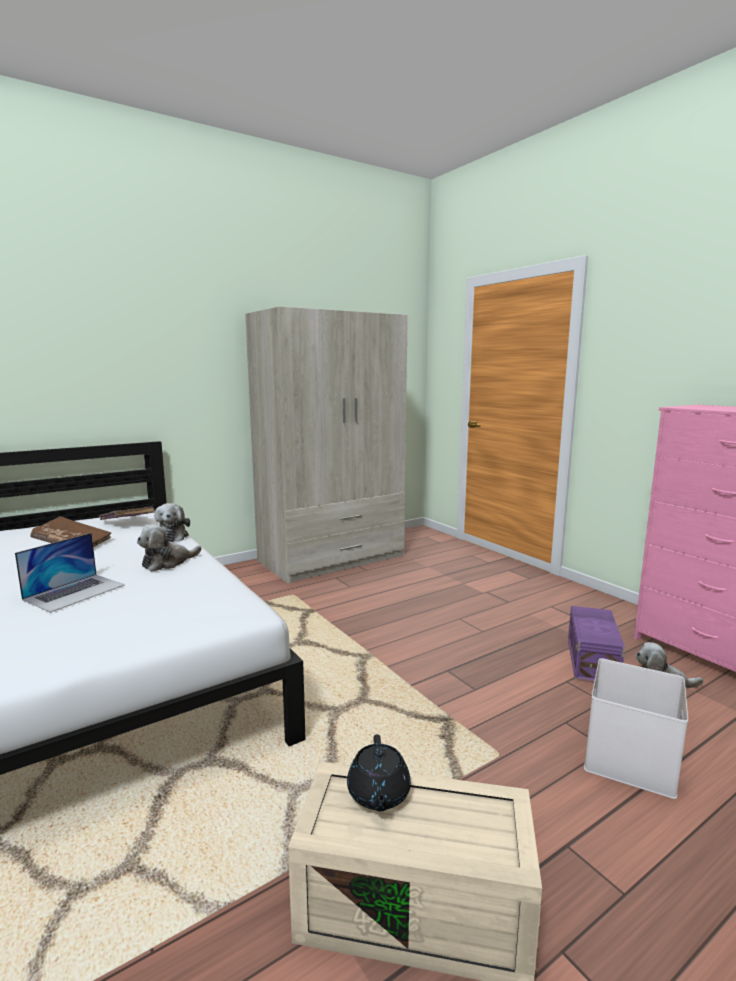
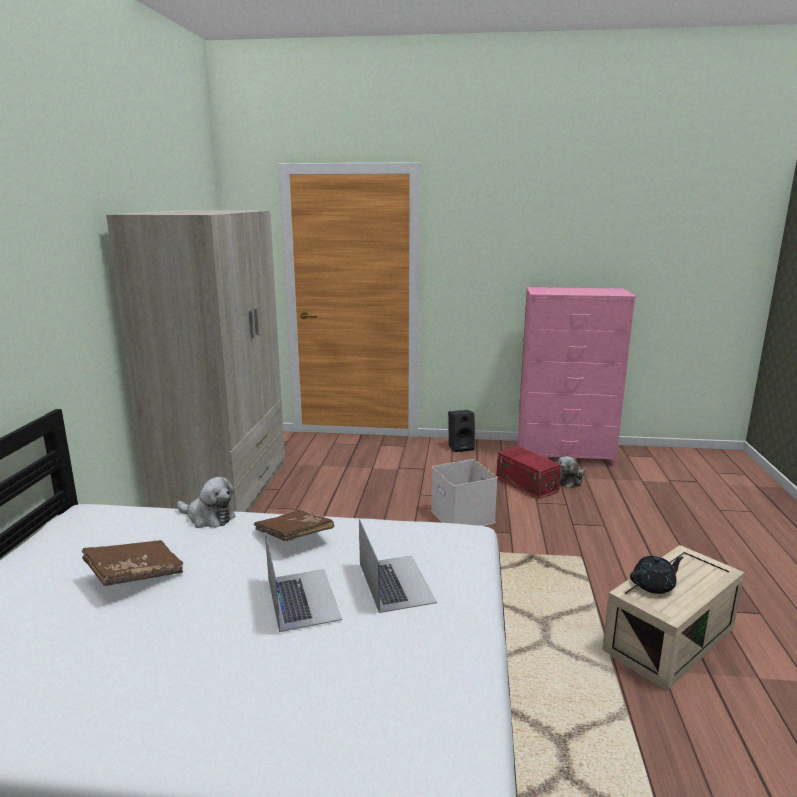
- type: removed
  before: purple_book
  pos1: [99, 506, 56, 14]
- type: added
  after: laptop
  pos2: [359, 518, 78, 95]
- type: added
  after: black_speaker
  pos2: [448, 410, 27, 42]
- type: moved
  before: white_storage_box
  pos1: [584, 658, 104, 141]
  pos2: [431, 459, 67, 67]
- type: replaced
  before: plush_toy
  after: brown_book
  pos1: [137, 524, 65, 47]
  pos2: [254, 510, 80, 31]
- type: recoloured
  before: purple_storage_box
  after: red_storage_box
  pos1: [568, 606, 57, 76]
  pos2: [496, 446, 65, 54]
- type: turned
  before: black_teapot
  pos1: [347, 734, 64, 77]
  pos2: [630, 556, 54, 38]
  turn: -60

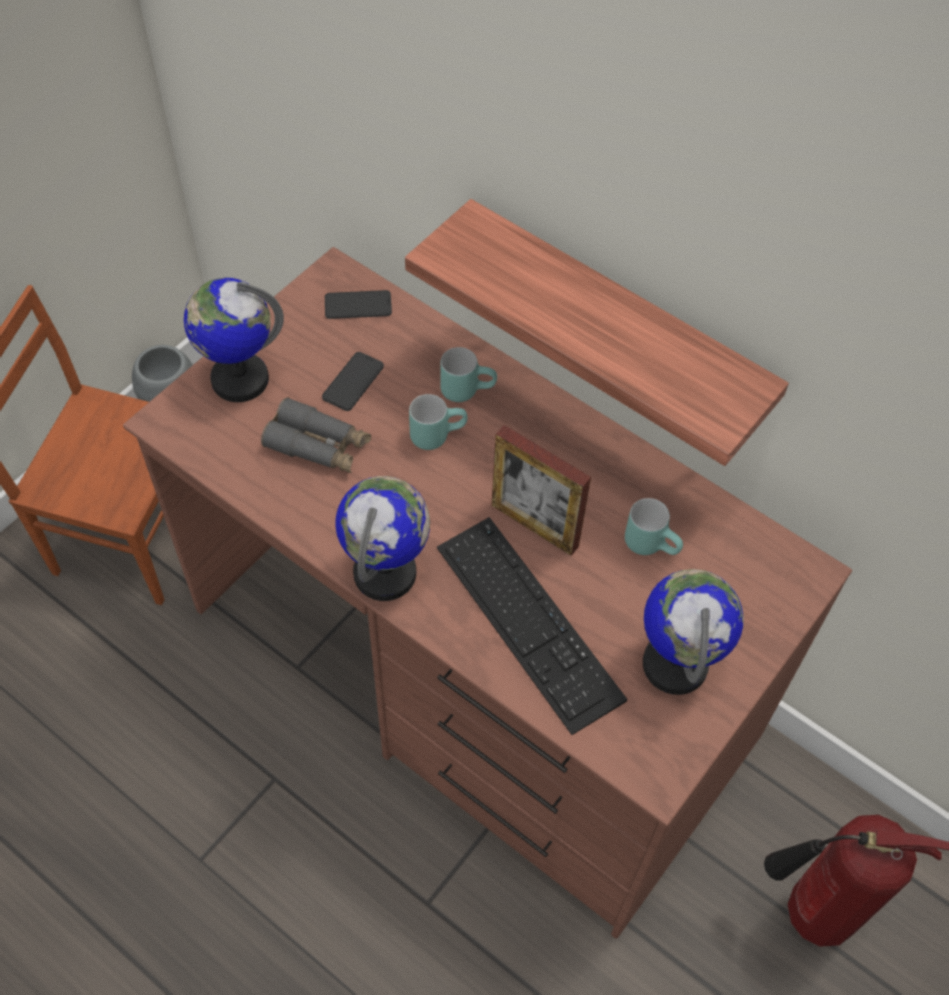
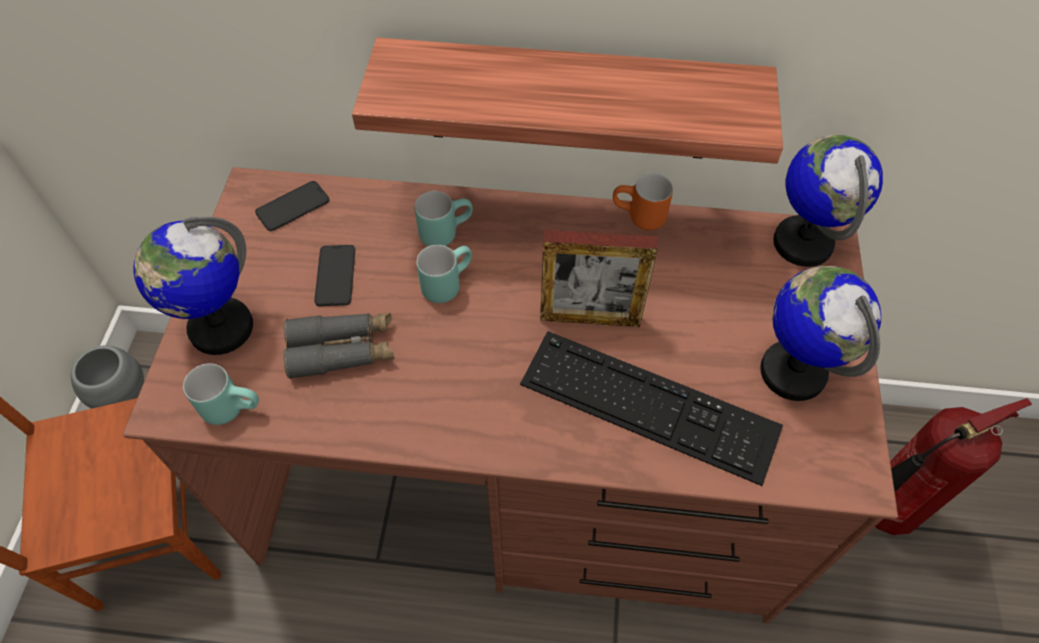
- type: added
  after: orange_mug
  pos2: [613, 174, 60, 56]
- type: moved
  before: globe
  pos1: [335, 476, 95, 125]
  pos2: [773, 135, 110, 132]
- type: moved
  before: turquoise_mug
  pos1: [625, 498, 58, 57]
  pos2: [183, 363, 76, 62]

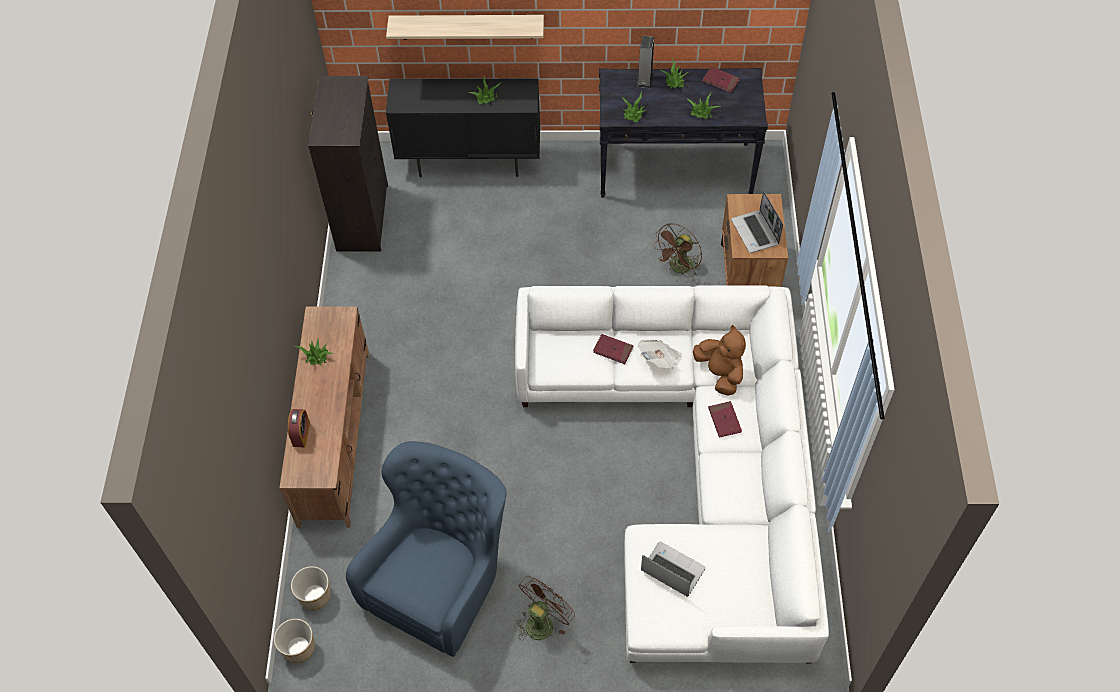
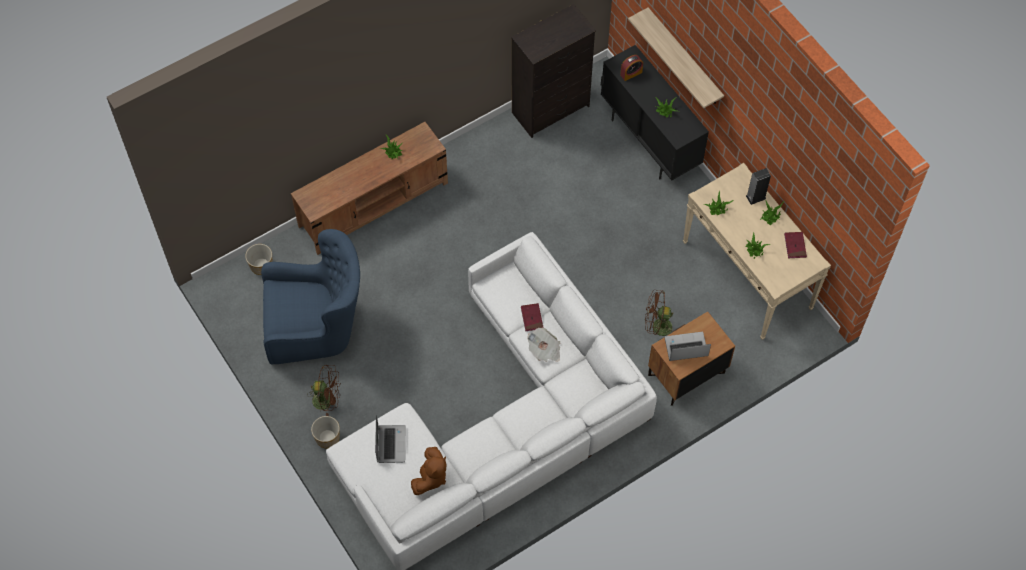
- type: removed
  before: red_book
  pos1: [708, 401, 34, 37]
- type: moved
  before: planter
  pos1: [274, 619, 41, 44]
  pos2: [311, 416, 29, 32]
- type: moved
  before: alarm_clock
  pos1: [288, 409, 22, 38]
  pos2: [620, 55, 23, 26]
- type: moved
  before: brown_plush_toy
  pos1: [693, 325, 53, 71]
  pos2: [411, 447, 36, 48]
- type: recoloured
  before: black_console_table
  after: beige_console_table
  pos1: [599, 68, 169, 129]
  pos2: [683, 163, 148, 177]
- type: turned
  before: laptop
  pos1: [731, 191, 52, 62]
  pos2: [665, 332, 46, 29]
  turn: 45

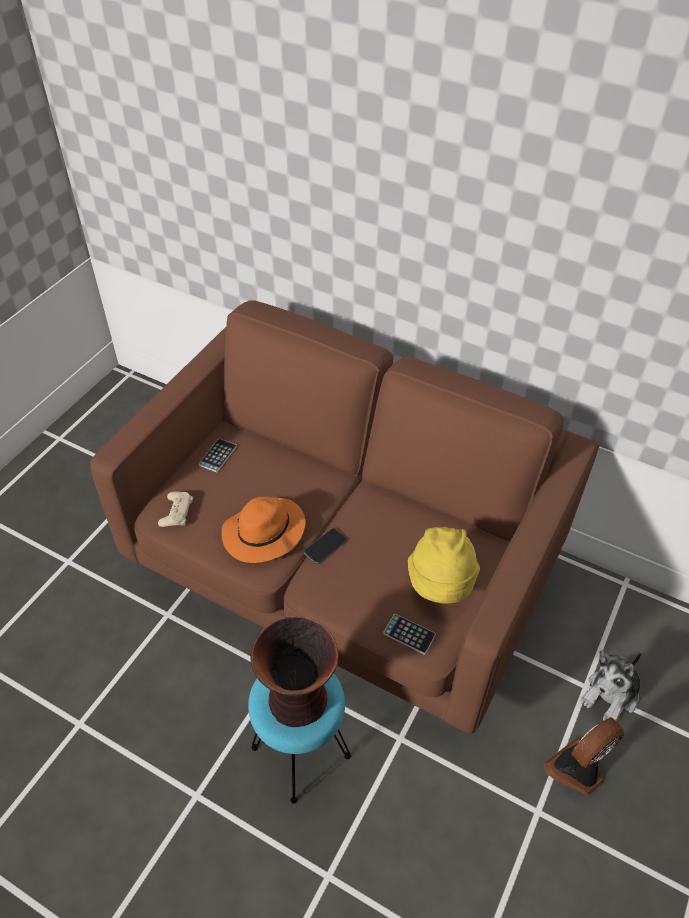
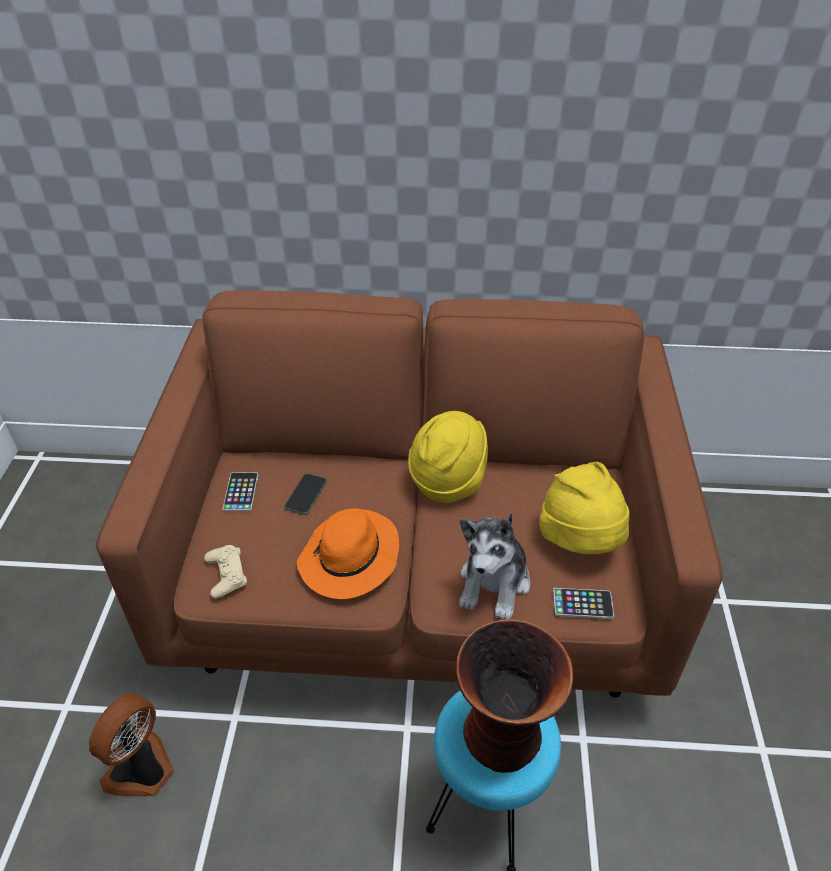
- type: added
  after: yellow_hat
  pos2: [408, 411, 80, 92]
- type: moved
  before: phone
  pos1: [303, 528, 44, 36]
  pos2: [284, 473, 43, 42]
- type: moved
  before: fan
  pos1: [544, 717, 80, 78]
  pos2: [89, 693, 85, 103]
- type: moved
  before: plush_toy
  pos1: [580, 650, 62, 72]
  pos2: [459, 512, 71, 108]

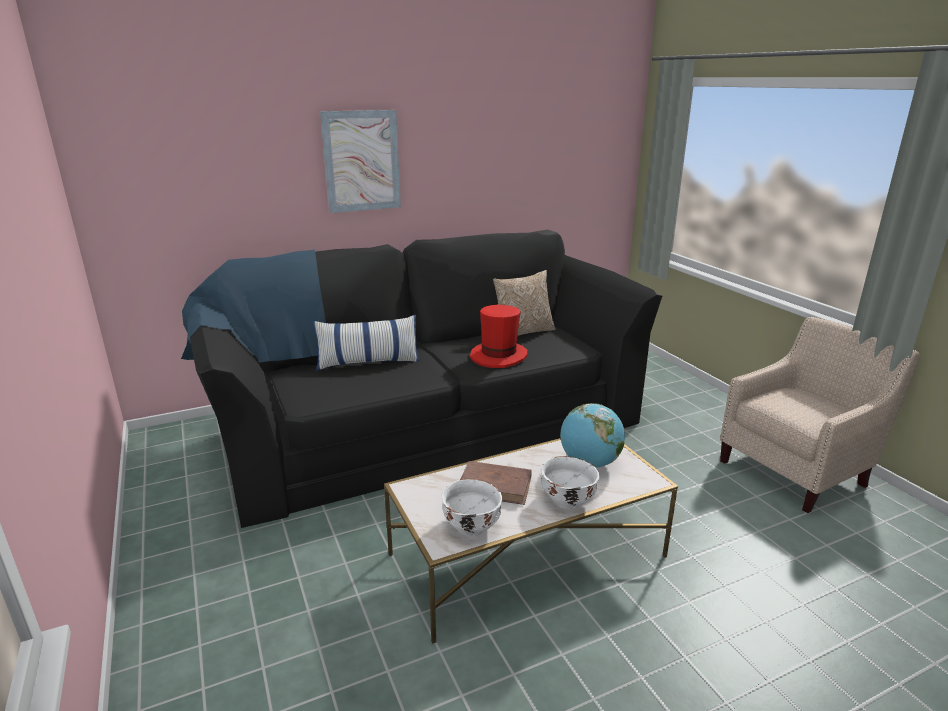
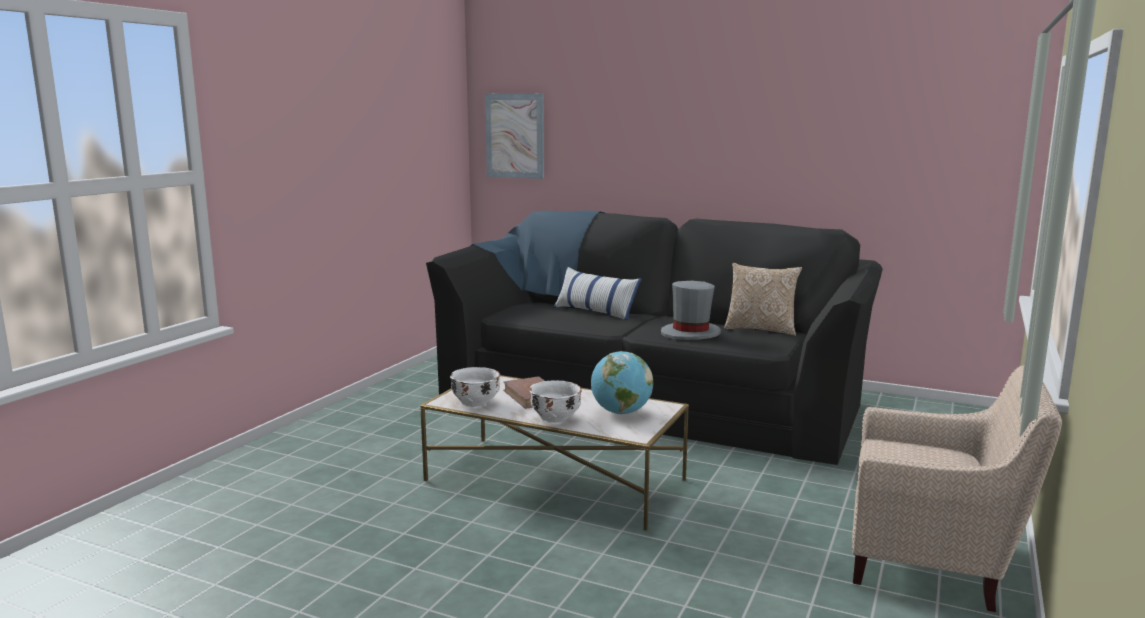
- type: moved
  before: picture
  pos1: [320, 110, 81, 103]
  pos2: [485, 94, 59, 85]
- type: recoloured
  before: red_hat
  after: grey_hat
  pos1: [470, 304, 57, 64]
  pos2: [661, 281, 60, 59]

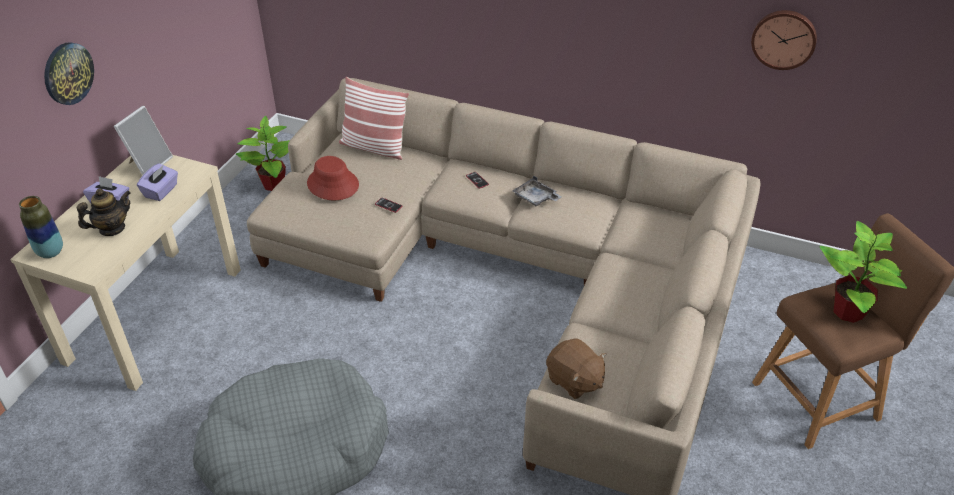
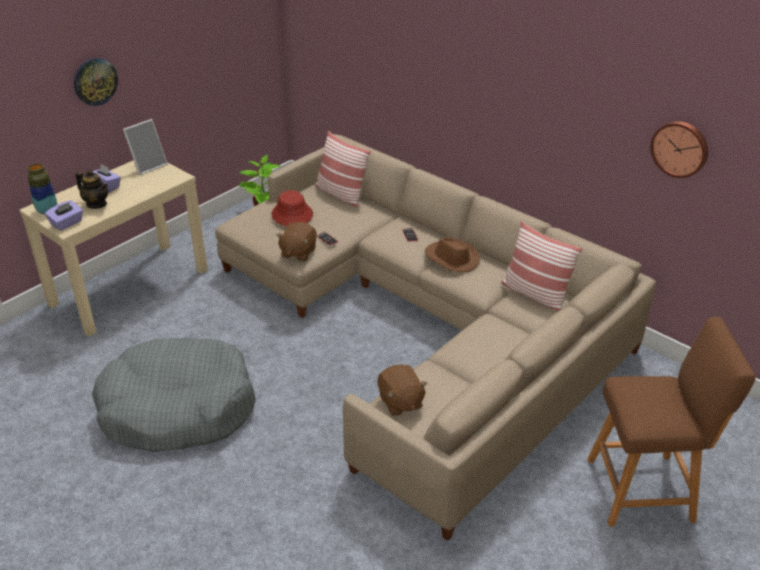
- type: removed
  before: potted_plant
  pos1: [820, 221, 87, 102]
- type: added
  after: brown_plush_toy
  pos2: [276, 222, 41, 40]
- type: added
  after: pillow
  pos2: [501, 221, 82, 90]
- type: moved
  before: purple_tissue_box
  pos1: [137, 163, 41, 38]
  pos2: [45, 200, 38, 31]
- type: replaced
  before: grey_tray
  after: brown_hat
  pos1: [512, 176, 49, 30]
  pos2: [425, 237, 55, 35]
- type: turned
  before: teapot
  pos1: [77, 189, 54, 47]
  pos2: [75, 169, 33, 40]
  turn: 45

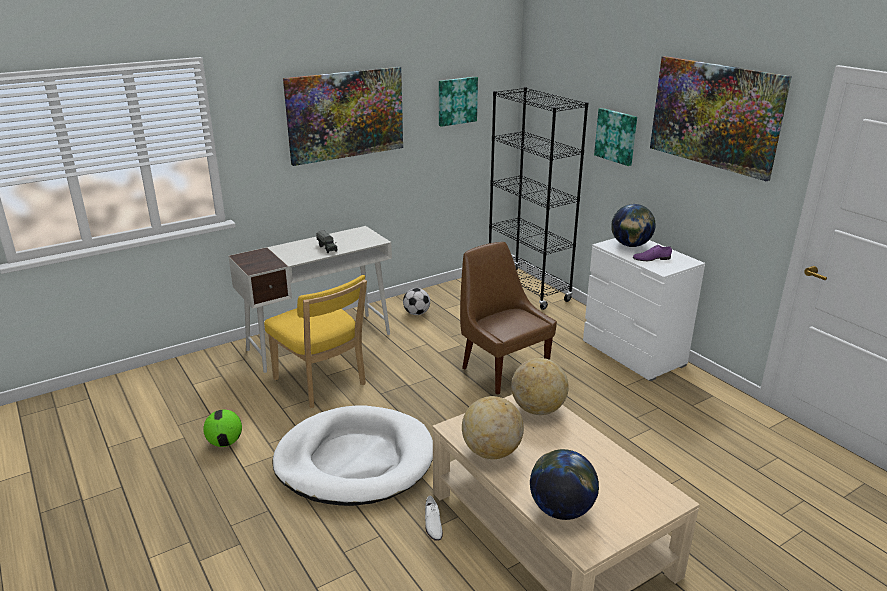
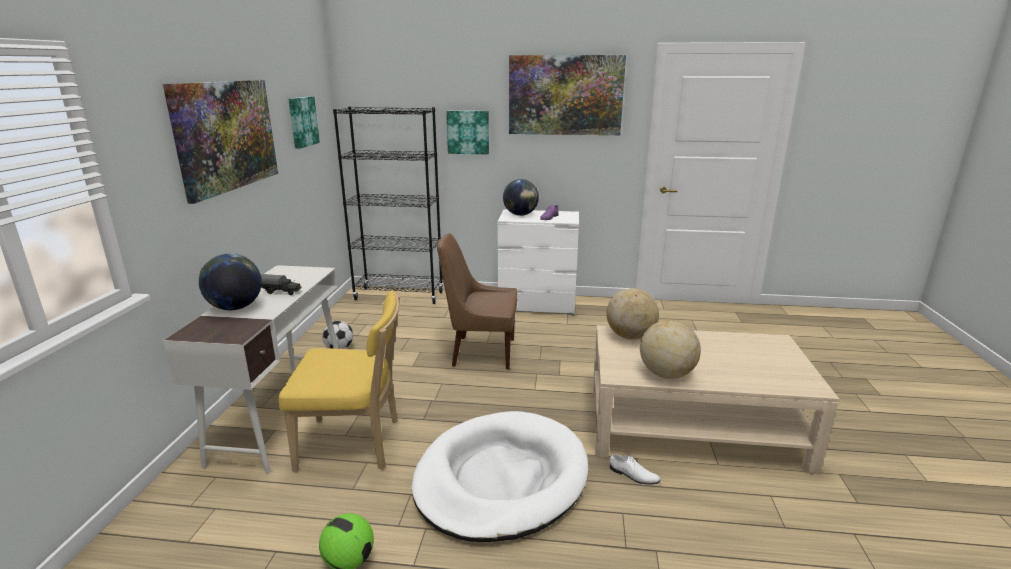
- type: moved
  before: globe
  pos1: [530, 449, 69, 71]
  pos2: [199, 253, 63, 58]

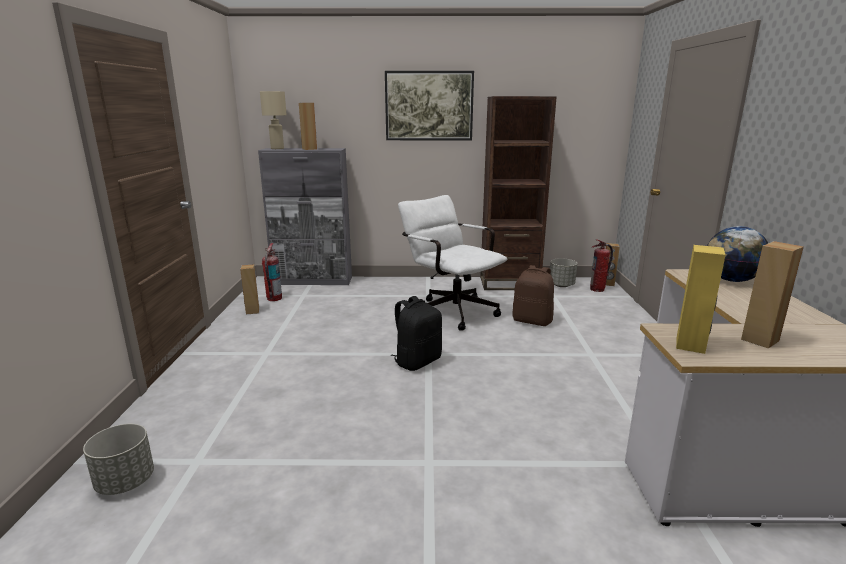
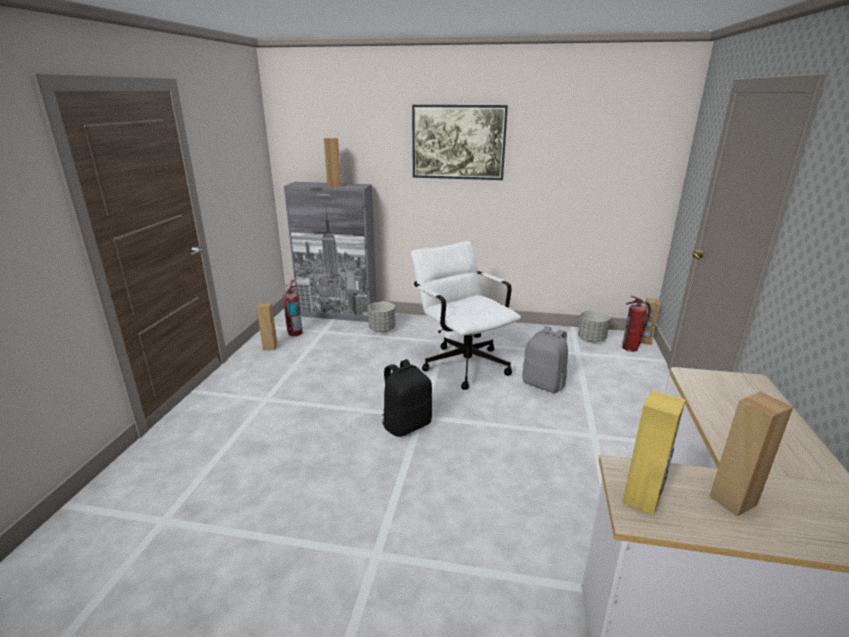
- type: removed
  before: beige_table_lamp
  pos1: [260, 91, 27, 58]
- type: removed
  before: brown_bookcase
  pos1: [480, 96, 77, 194]
- type: removed
  before: globe
  pos1: [707, 226, 61, 56]
- type: moved
  before: grey_planter
  pos1: [83, 424, 71, 71]
  pos2: [368, 301, 28, 31]
- type: recoloured
  before: brown_backpack
  after: grey_backpack
  pos1: [513, 265, 41, 61]
  pos2: [523, 326, 45, 67]

